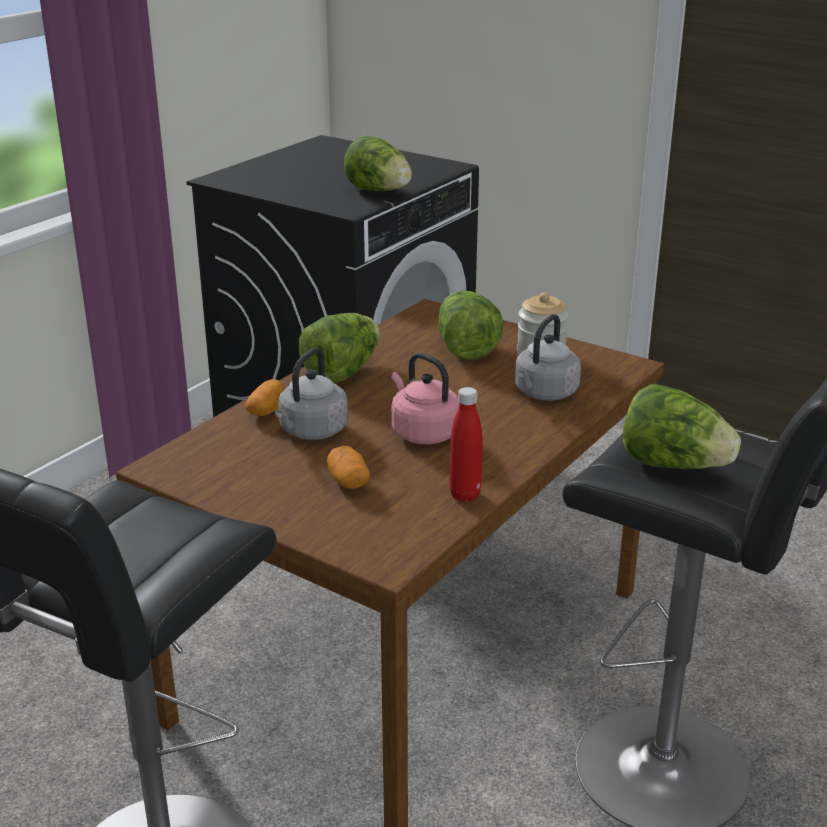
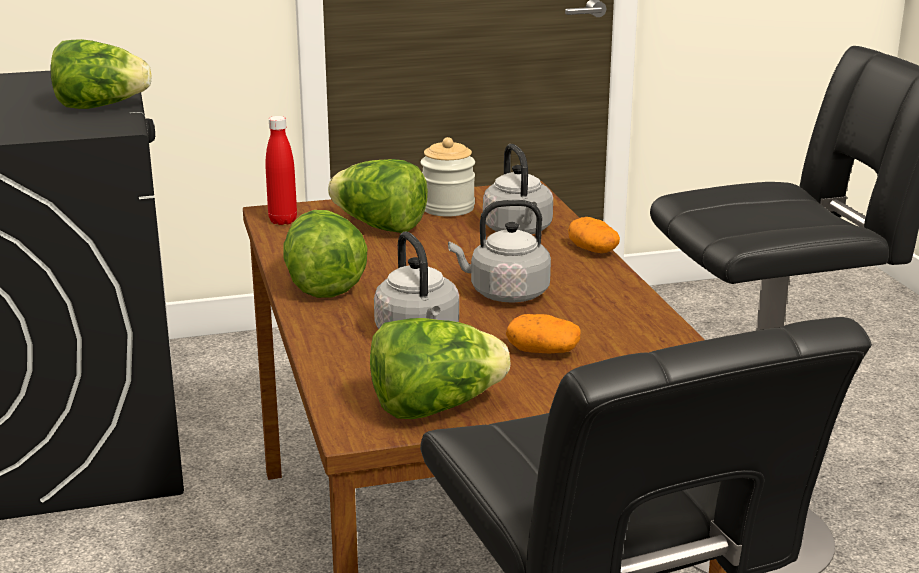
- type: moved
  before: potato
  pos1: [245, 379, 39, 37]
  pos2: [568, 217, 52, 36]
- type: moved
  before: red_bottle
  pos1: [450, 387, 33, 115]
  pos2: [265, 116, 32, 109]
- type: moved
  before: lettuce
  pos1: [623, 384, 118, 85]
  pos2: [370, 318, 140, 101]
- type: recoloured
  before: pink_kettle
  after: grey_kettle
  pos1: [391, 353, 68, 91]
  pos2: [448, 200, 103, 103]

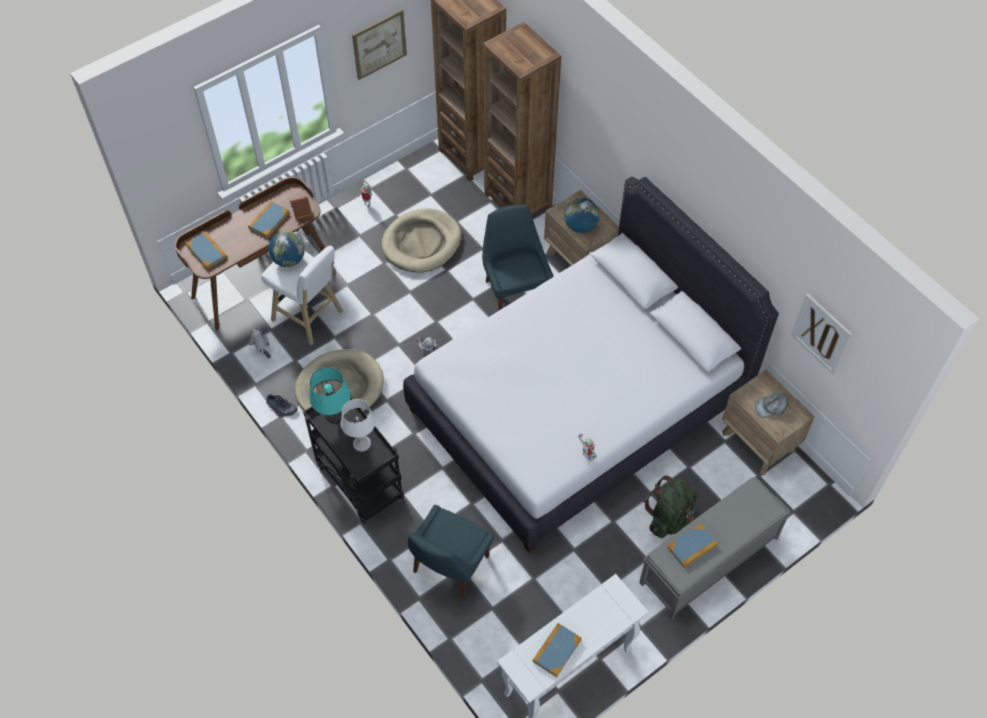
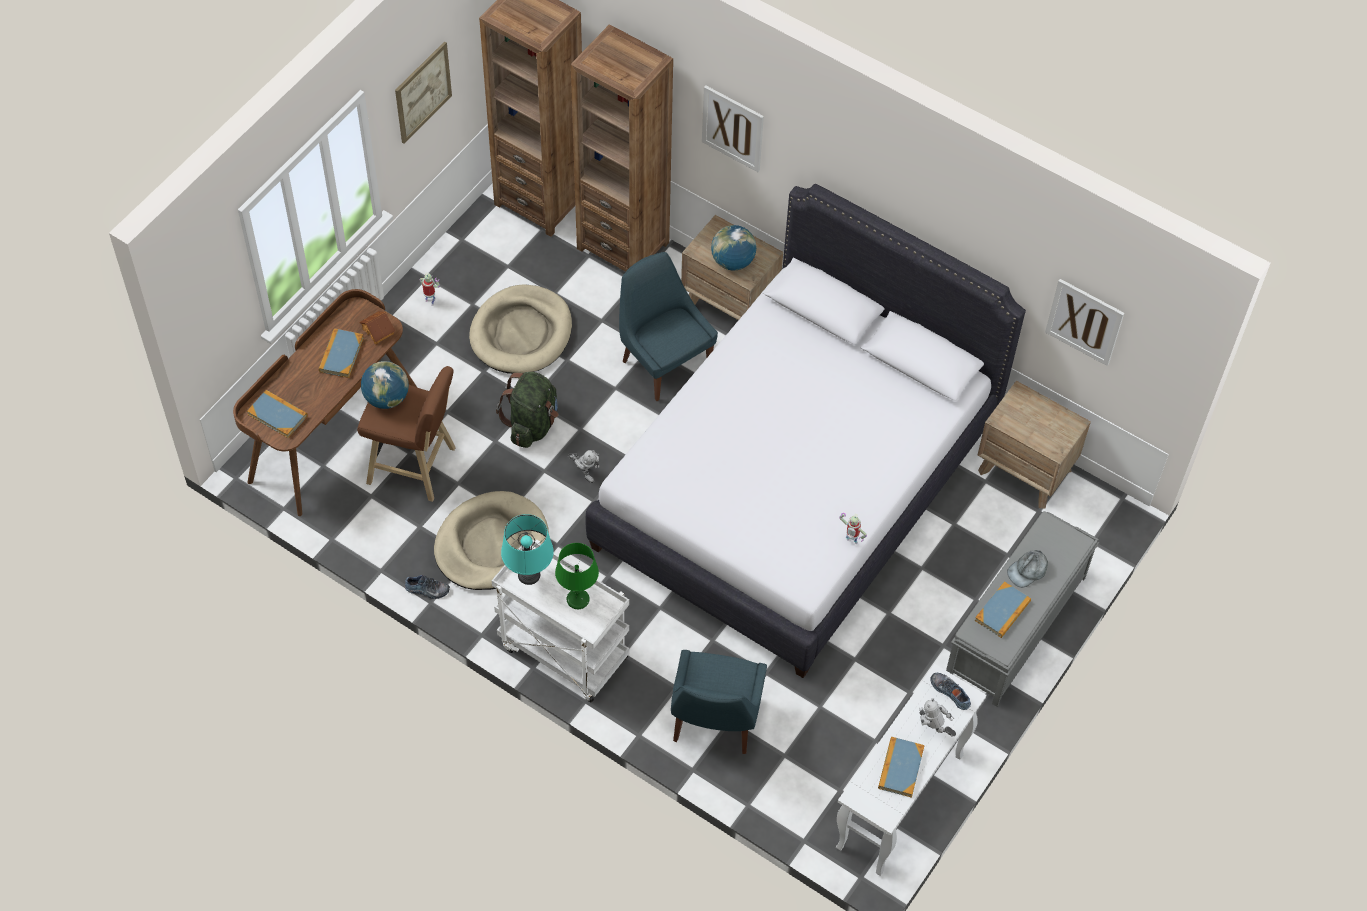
- type: added
  after: picture
  pos2: [702, 85, 62, 87]
- type: added
  after: shoe
  pos2: [930, 673, 41, 37]
- type: moved
  before: toy_robot
  pos1: [248, 328, 23, 30]
  pos2: [919, 698, 37, 38]
- type: moved
  before: green_backpack
  pos1: [643, 476, 54, 62]
  pos2: [496, 372, 63, 76]
- type: moved
  before: grey_cap
  pos1: [755, 392, 34, 26]
  pos2: [1007, 550, 41, 38]
- type: recoloured
  before: white_stool
  after: brown_stool
  pos1: [261, 246, 82, 99]
  pos2: [357, 366, 99, 136]
- type: recoloured
  before: black_cart
  after: white_cart
  pos1: [303, 390, 101, 134]
  pos2: [492, 539, 137, 164]
- type: recoloured
  before: white_table_lamp
  after: green_table_lamp
  pos1: [341, 399, 34, 53]
  pos2: [555, 543, 44, 66]

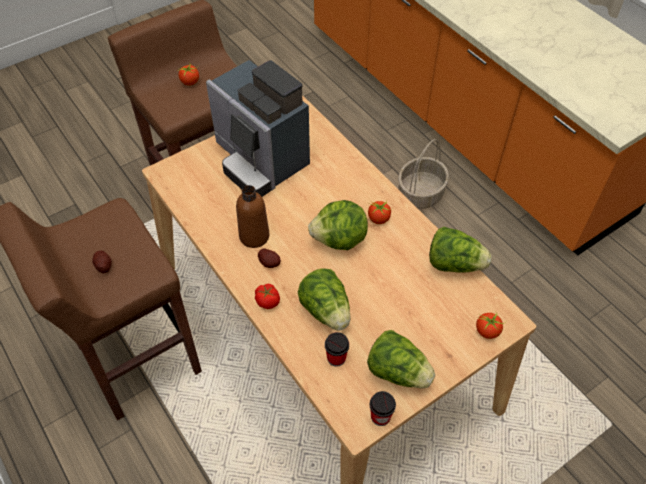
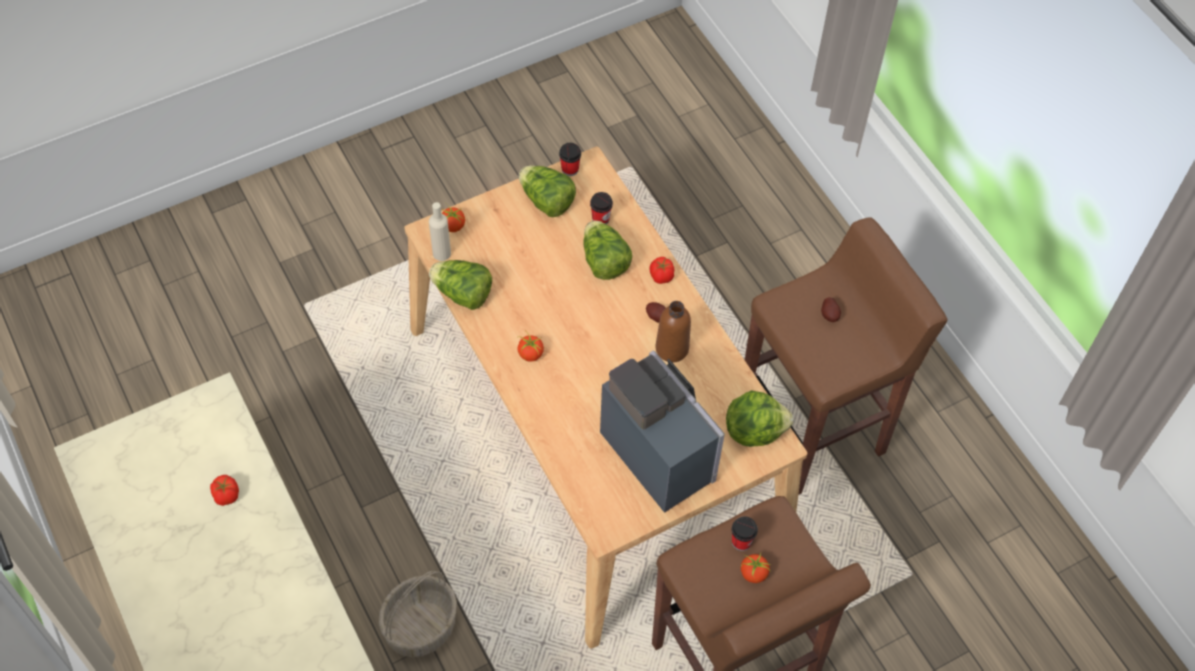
- type: added
  after: tomato
  pos2: [210, 475, 29, 31]
- type: added
  after: beige_bottle
  pos2: [429, 202, 22, 59]
- type: added
  after: cup
  pos2: [732, 516, 26, 35]
- type: moved
  before: lettuce
  pos1: [308, 200, 60, 50]
  pos2: [726, 390, 67, 57]

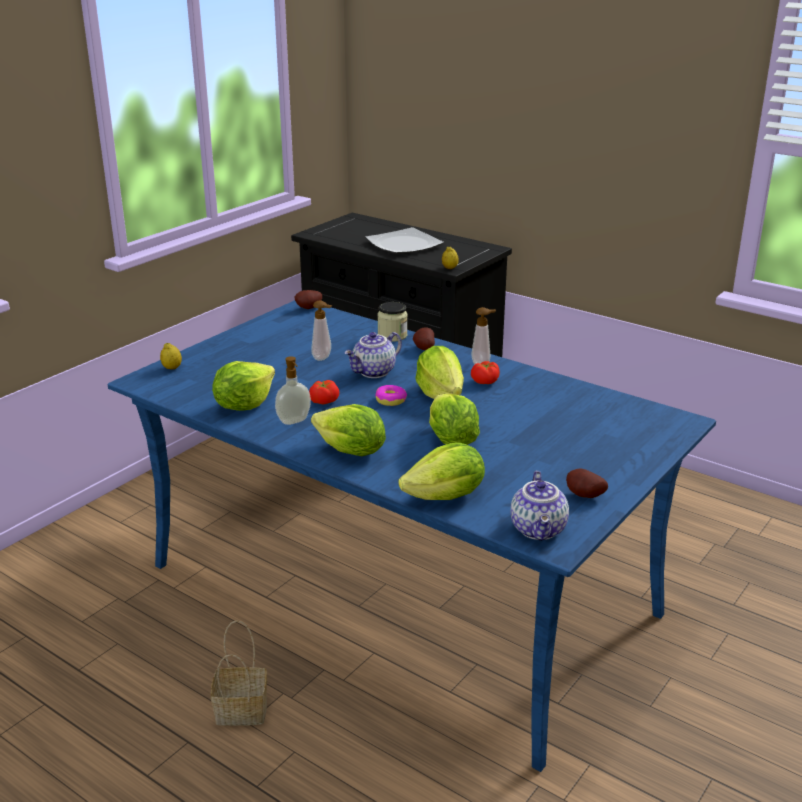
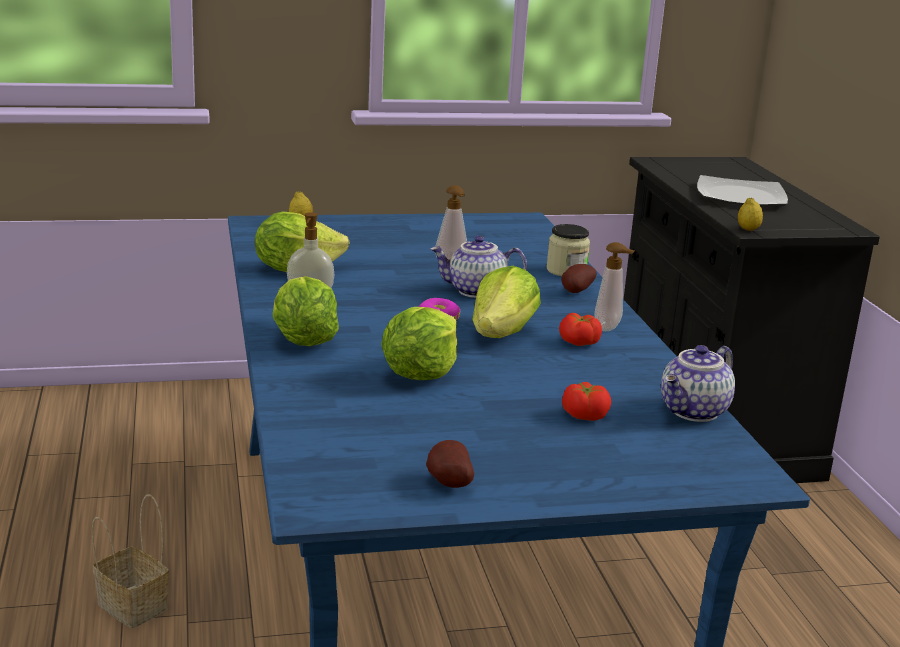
- type: removed
  before: potato
  pos1: [295, 290, 27, 19]
- type: removed
  before: lettuce
  pos1: [398, 443, 87, 57]
- type: moved
  before: tomato
  pos1: [309, 380, 30, 24]
  pos2: [562, 382, 49, 39]
- type: moved
  before: teapot
  pos1: [511, 471, 58, 70]
  pos2: [661, 345, 74, 77]

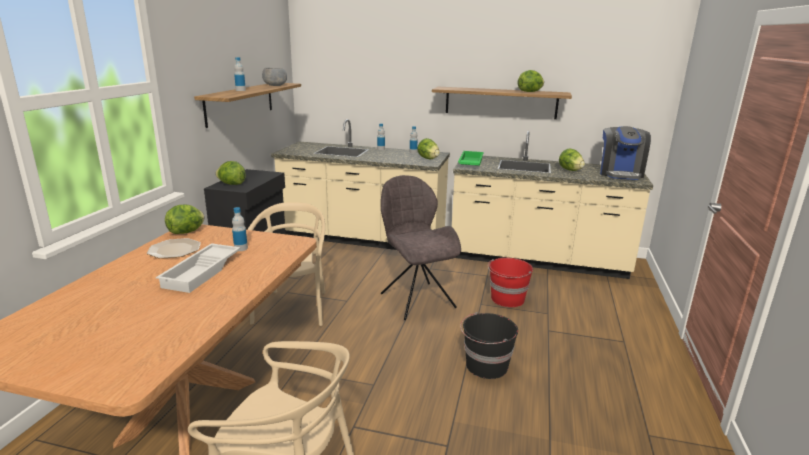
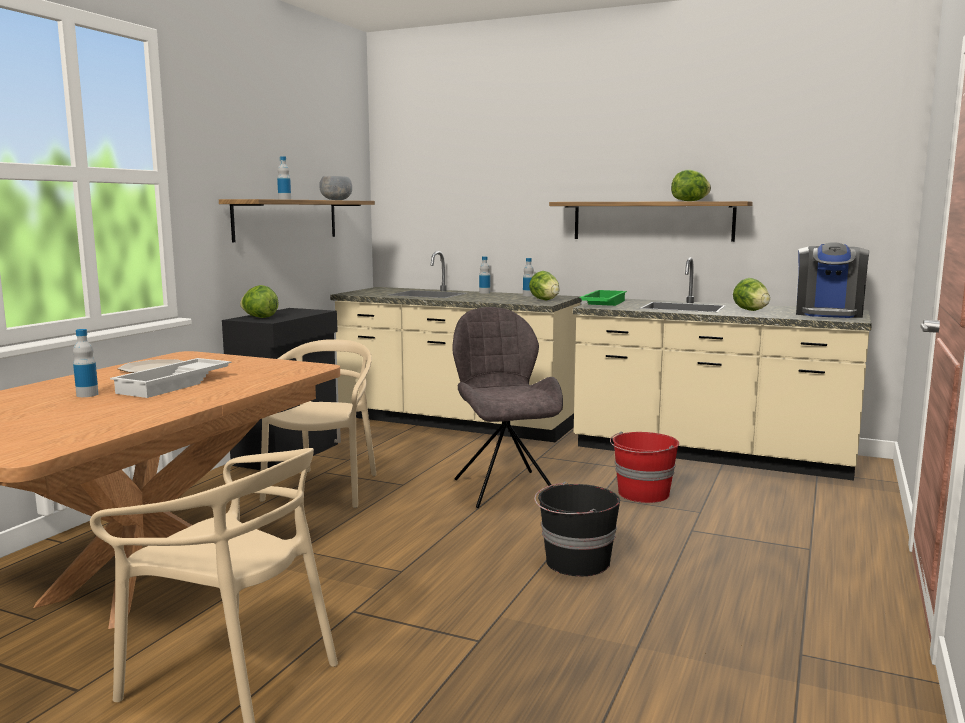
- type: removed
  before: lettuce
  pos1: [165, 205, 39, 29]
- type: moved
  before: bottle
  pos1: [232, 207, 16, 44]
  pos2: [73, 329, 26, 68]

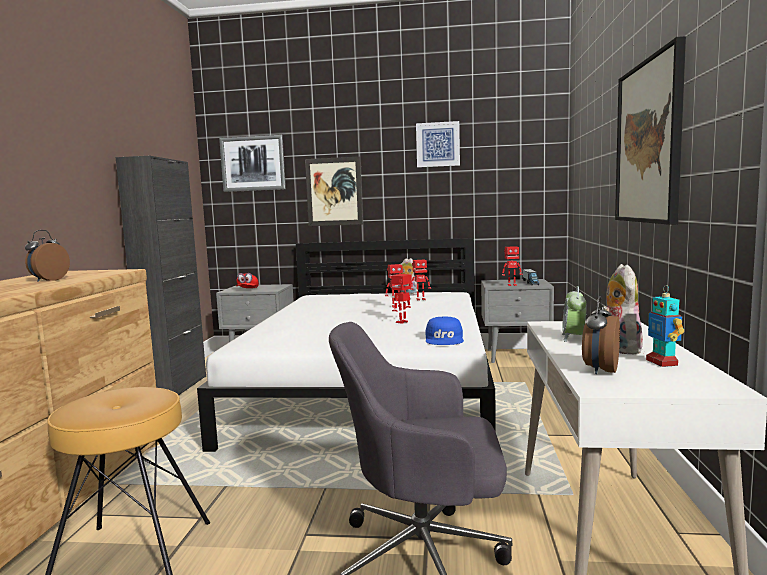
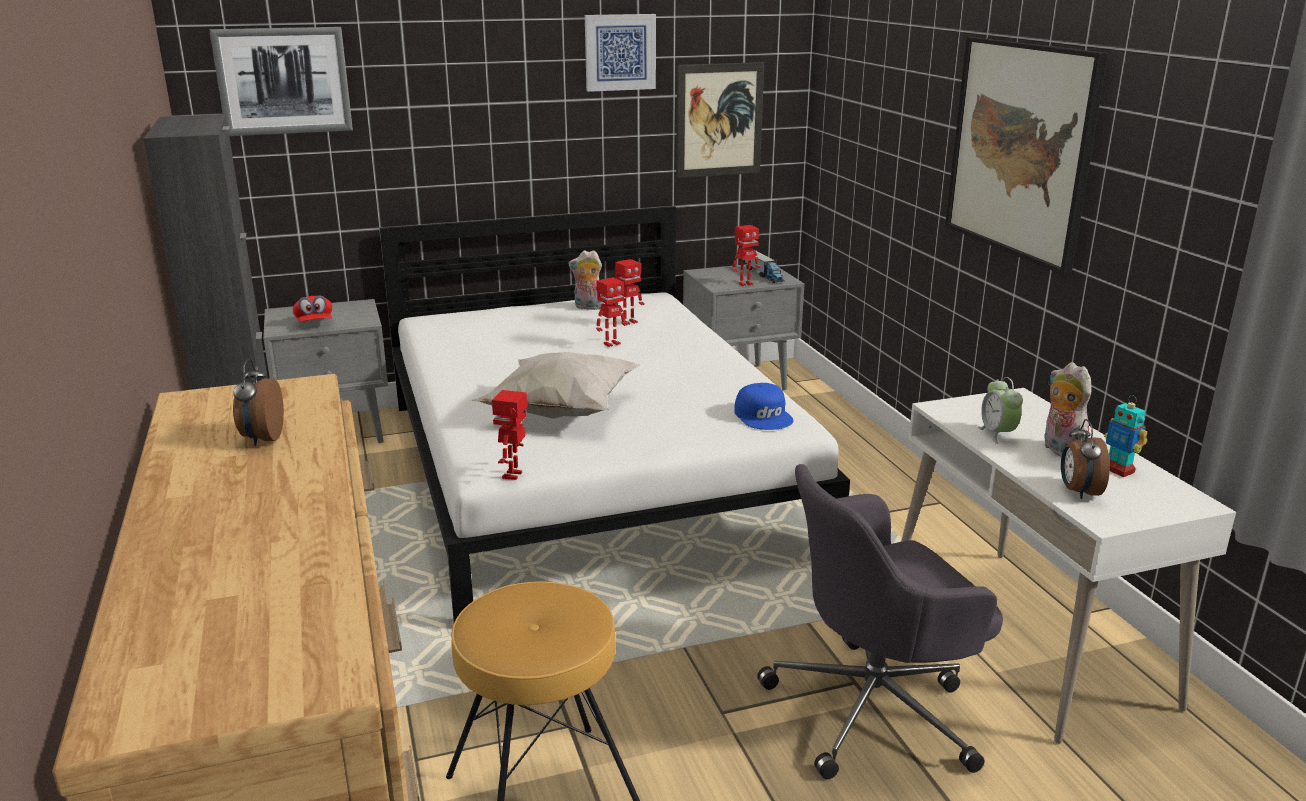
- type: added
  after: white_pillow
  pos2: [472, 352, 168, 67]
- type: moved
  before: picture
  pos1: [305, 157, 58, 69]
  pos2: [676, 62, 88, 116]
- type: moved
  before: toy_robot
  pos1: [391, 274, 21, 50]
  pos2: [492, 390, 35, 90]

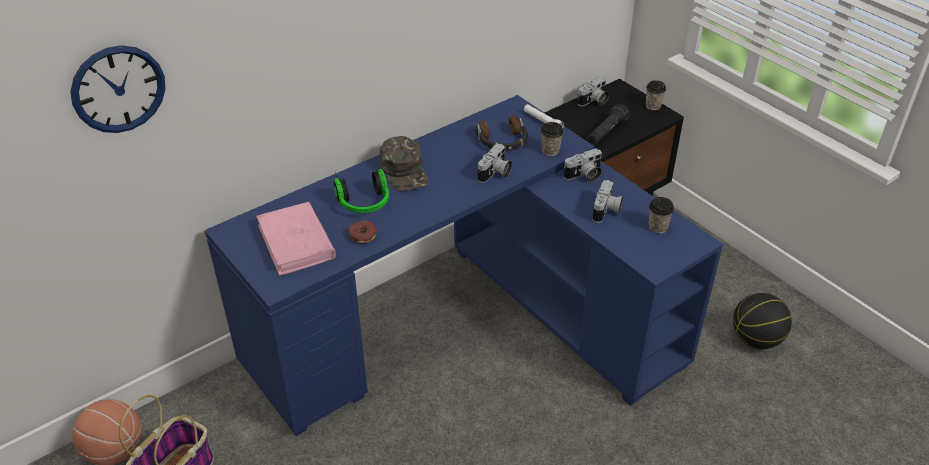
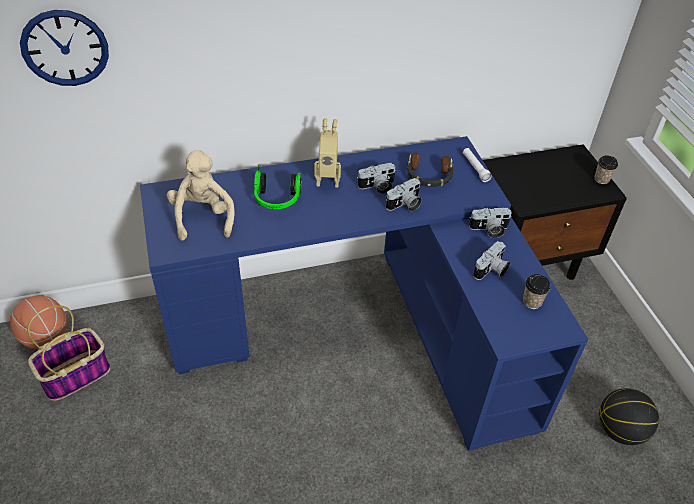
- type: removed
  before: donut
  pos1: [348, 220, 30, 23]
- type: removed
  before: cup
  pos1: [541, 122, 23, 34]
- type: removed
  before: black_flashlight
  pos1: [587, 104, 42, 42]
- type: moved
  before: photo_camera
  pos1: [577, 77, 32, 29]
  pos2: [357, 163, 39, 31]
- type: replaced
  before: pink_book
  after: beige_plush_toy
  pos1: [256, 202, 80, 74]
  pos2: [167, 150, 68, 91]
- type: replaced
  before: green_cap
  after: toy_robot
  pos1: [380, 136, 48, 55]
  pos2: [314, 118, 27, 69]

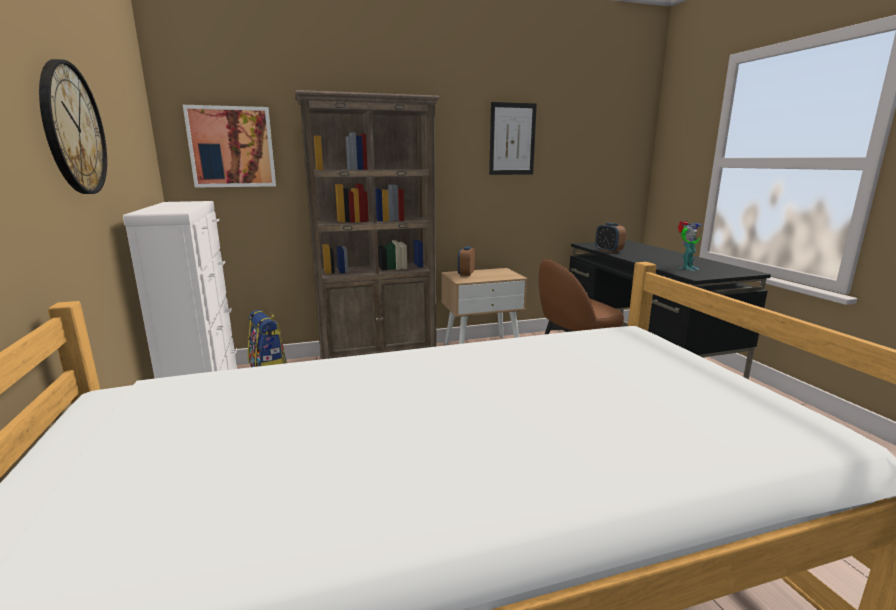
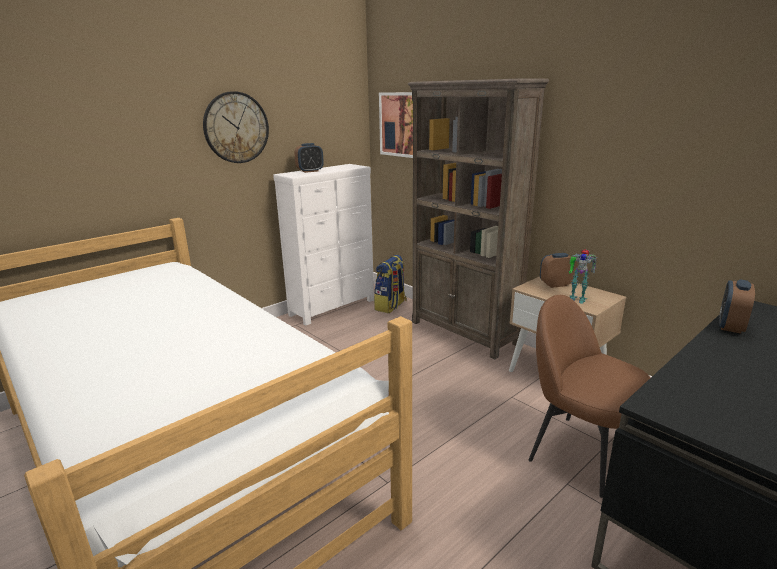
- type: removed
  before: picture
  pos1: [489, 102, 48, 73]
- type: added
  after: alarm_clock
  pos2: [294, 143, 30, 30]
- type: moved
  before: toy_robot
  pos1: [678, 221, 25, 50]
  pos2: [569, 249, 28, 55]

